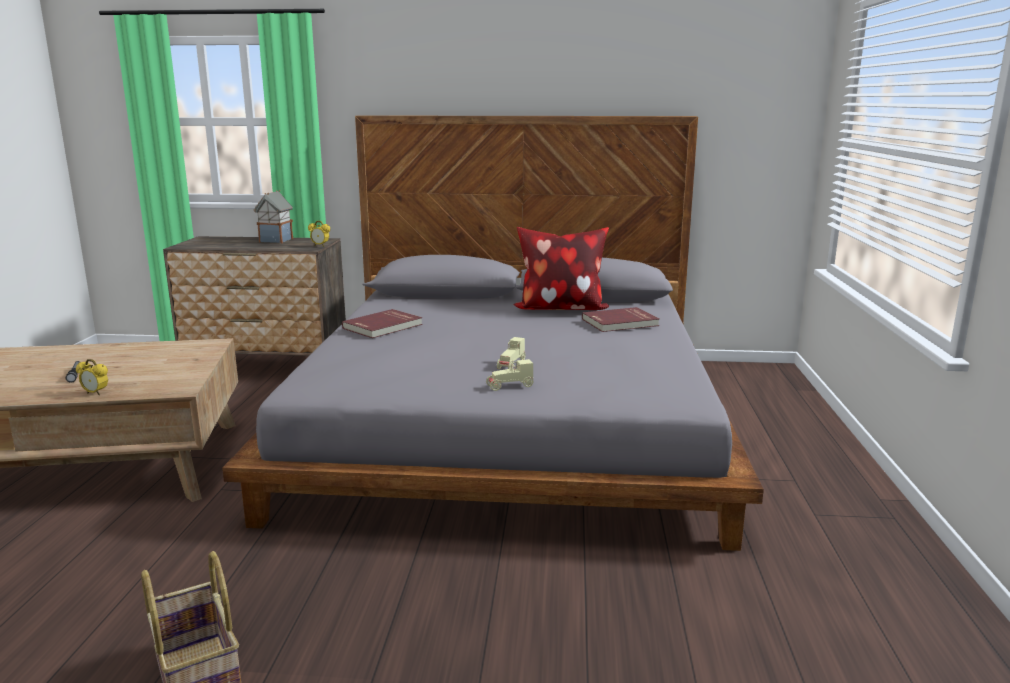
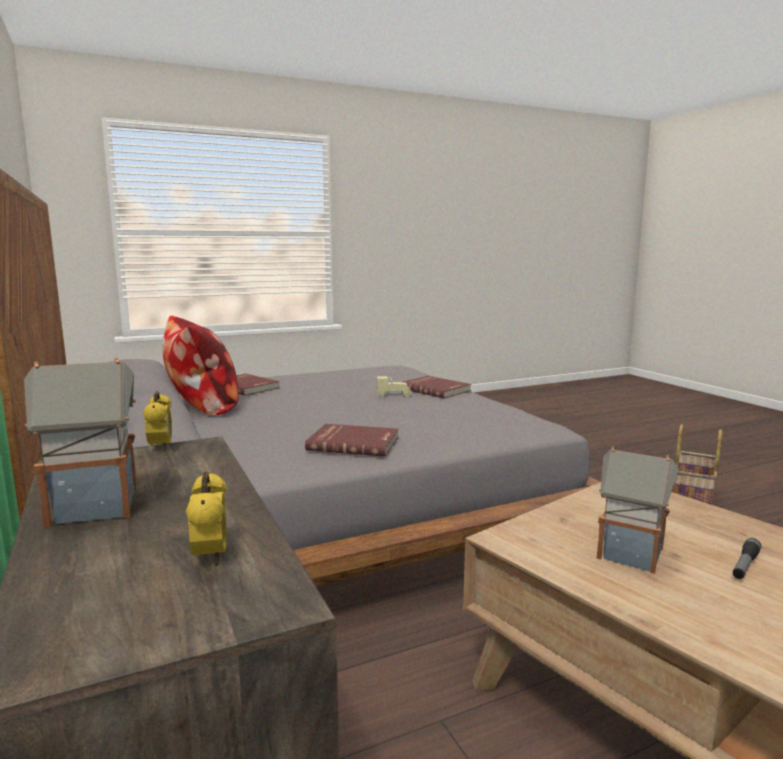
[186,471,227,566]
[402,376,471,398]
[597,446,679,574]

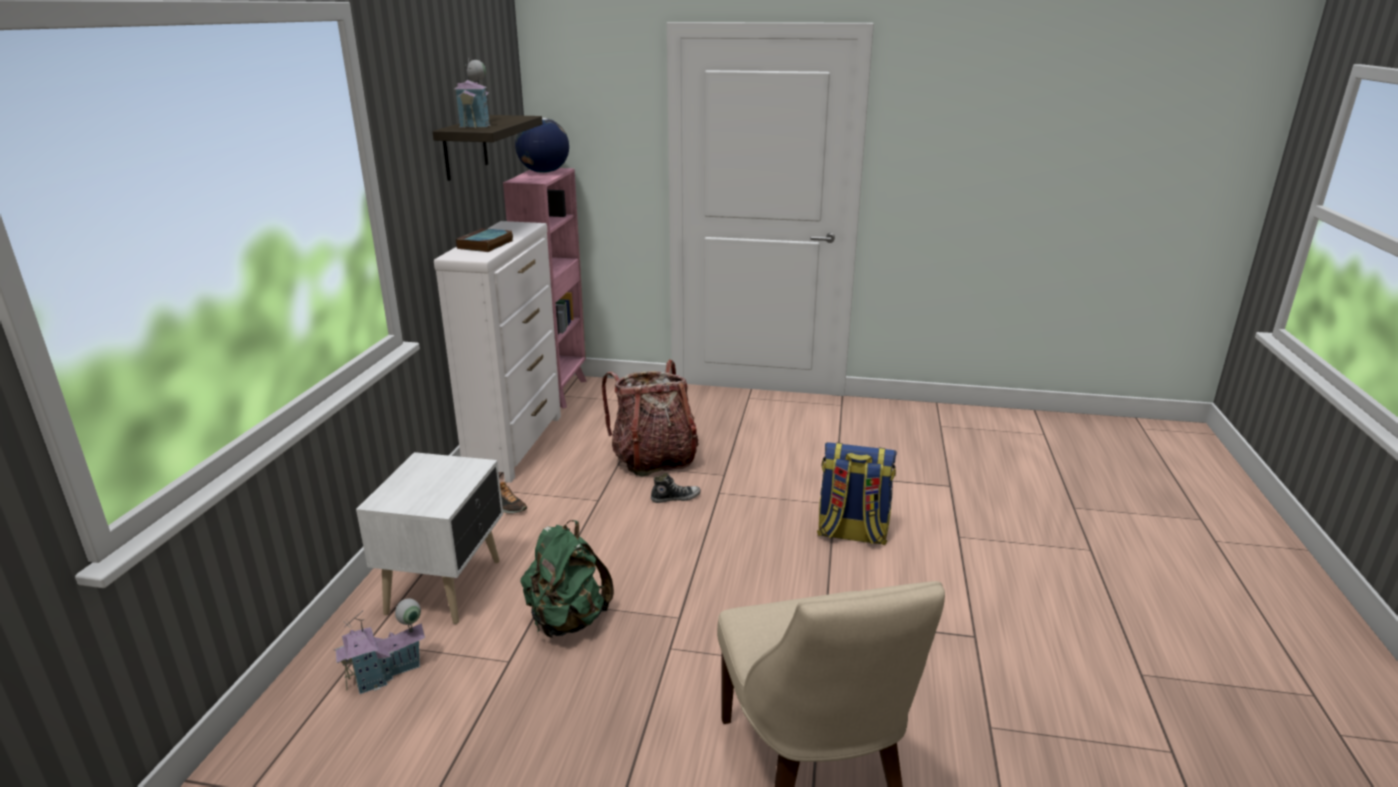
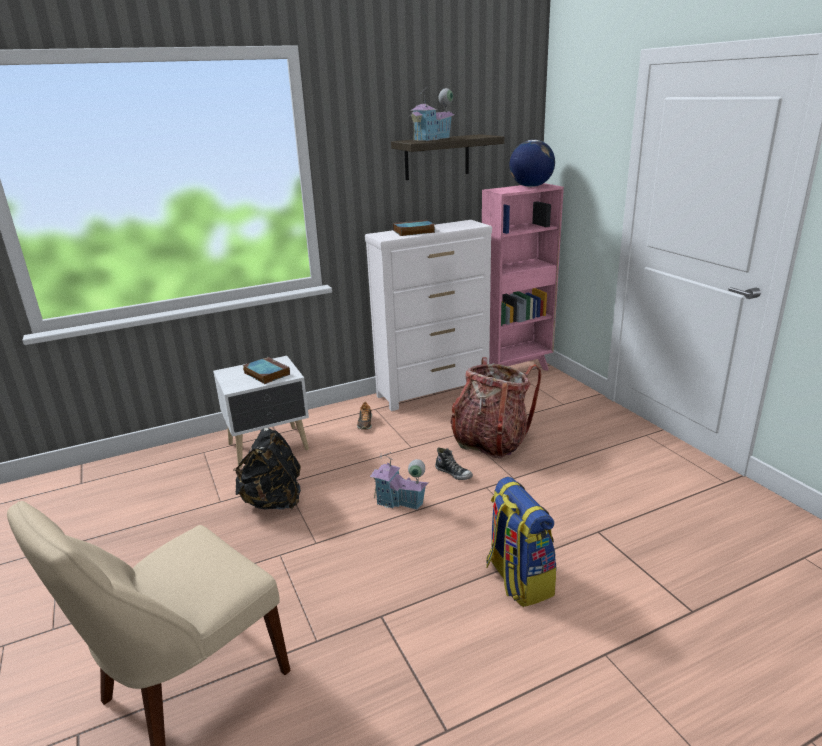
[370,452,429,510]
[233,428,301,510]
[243,357,290,384]

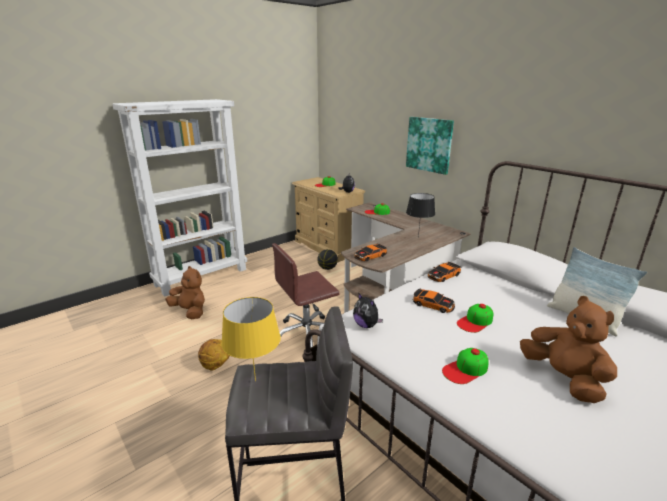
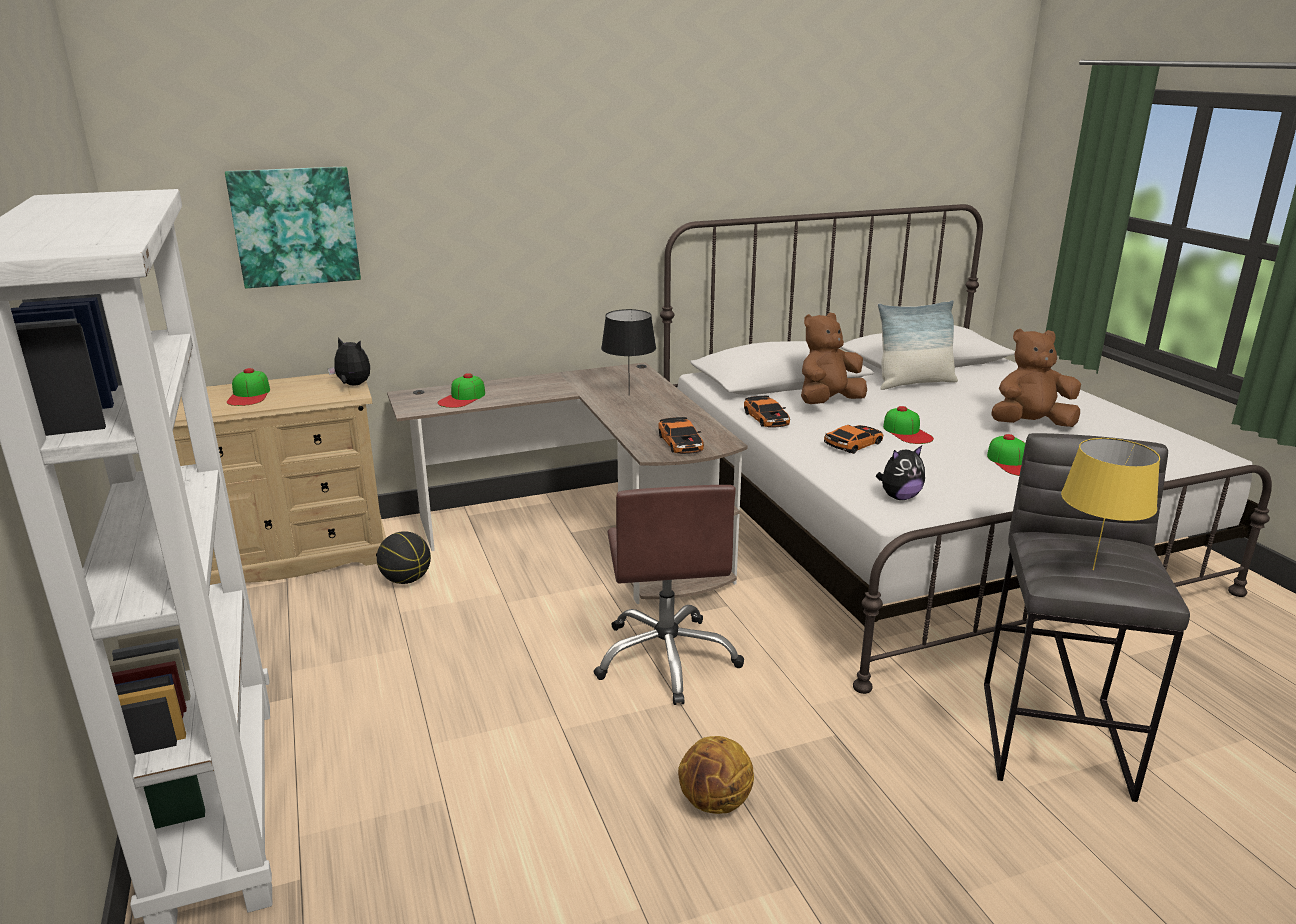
[801,312,867,404]
[225,166,361,289]

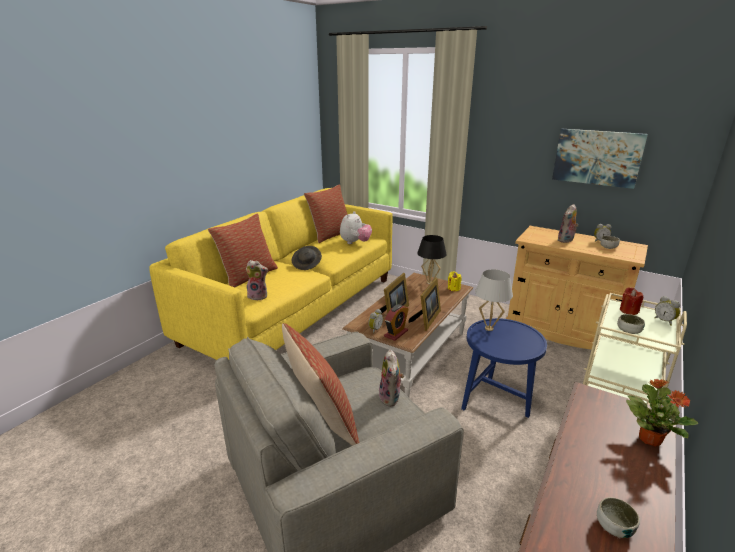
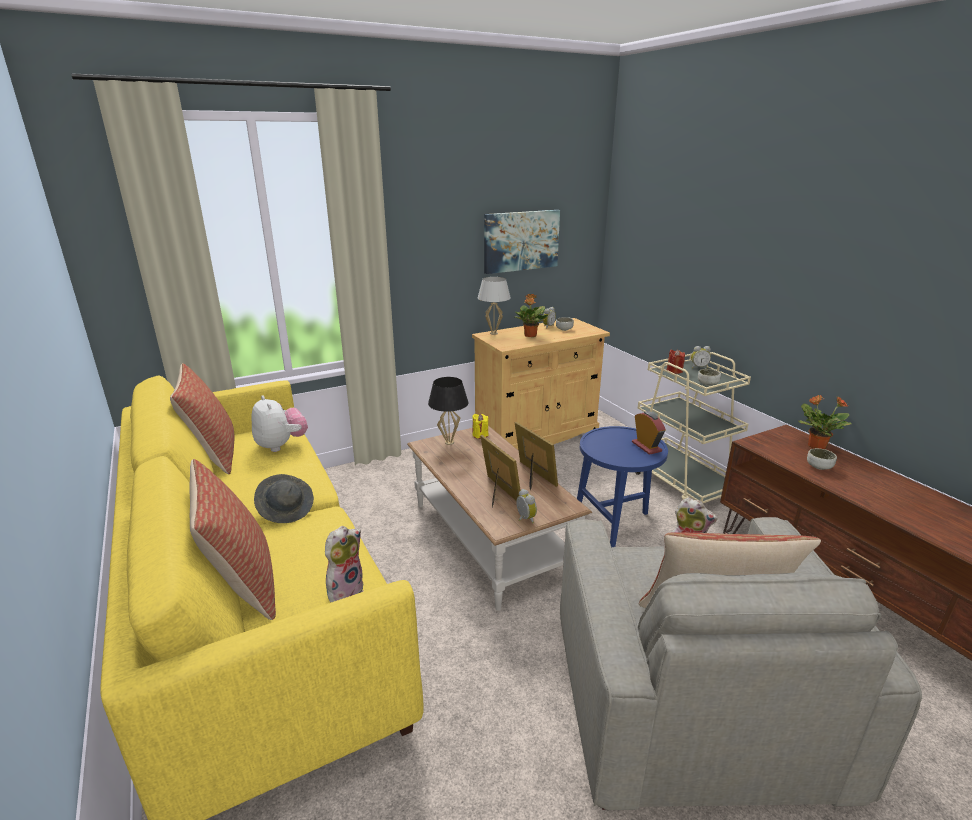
[632,411,666,455]
[478,277,511,335]
[514,294,548,337]
[807,448,837,470]

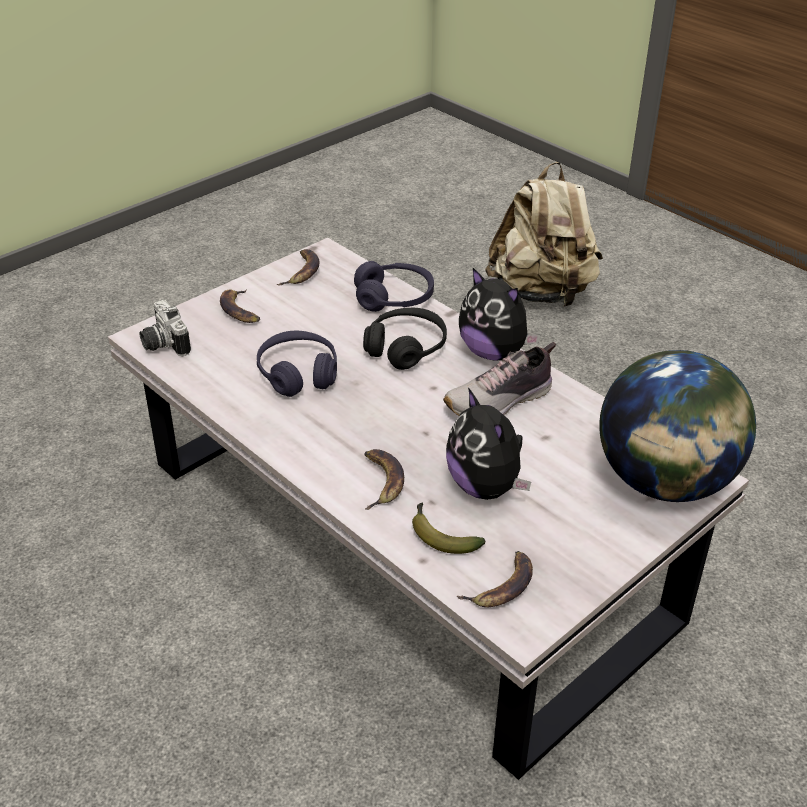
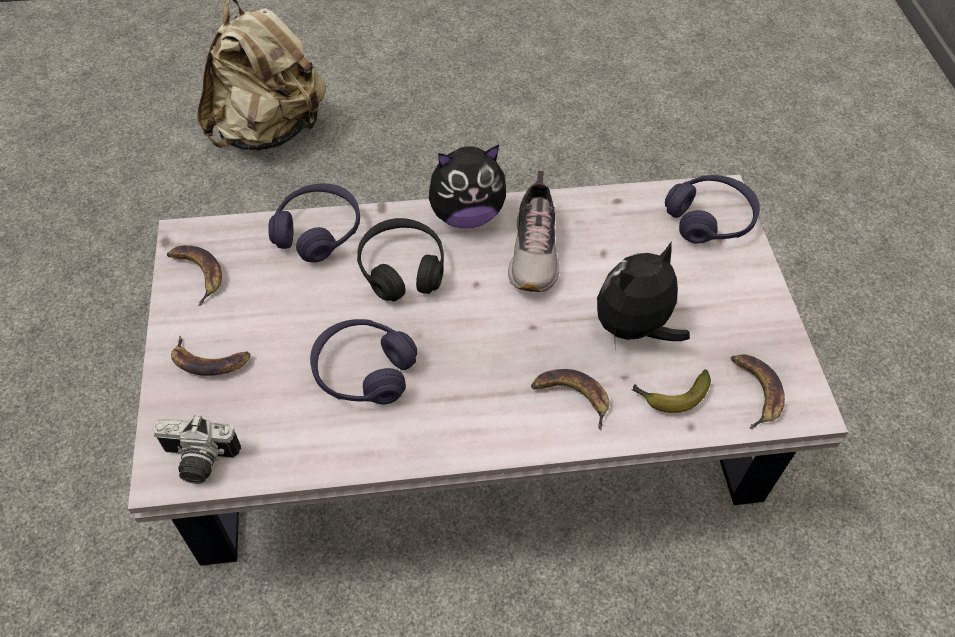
[597,241,690,341]
[665,175,760,244]

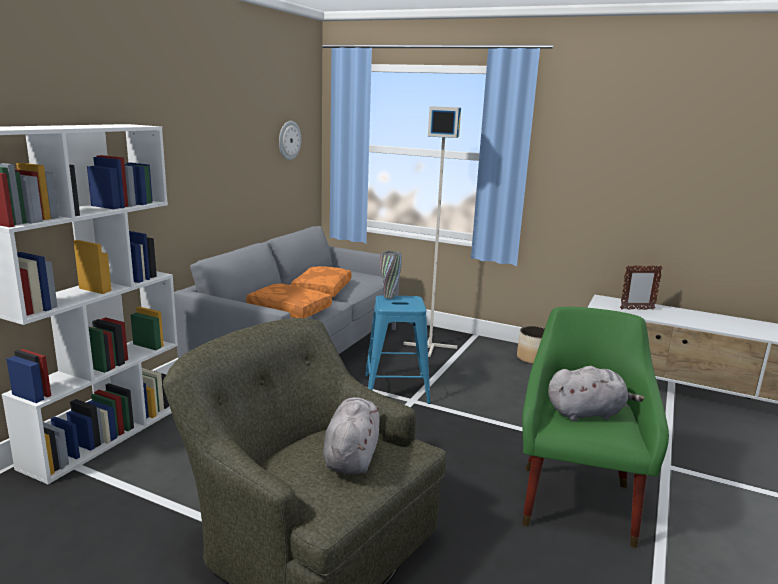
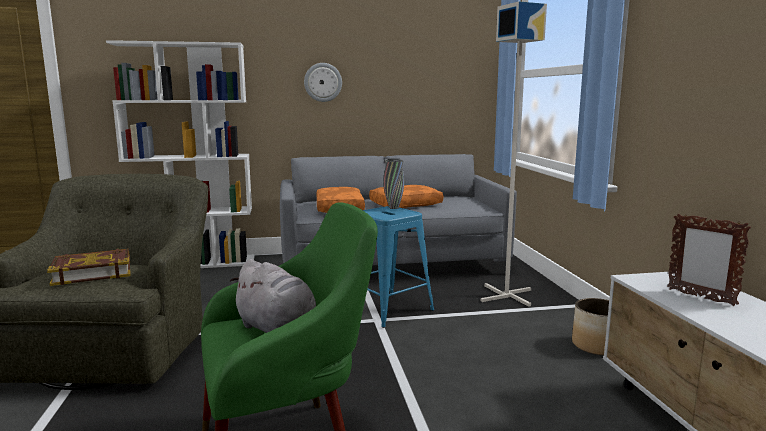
[304,63,342,102]
[47,249,130,286]

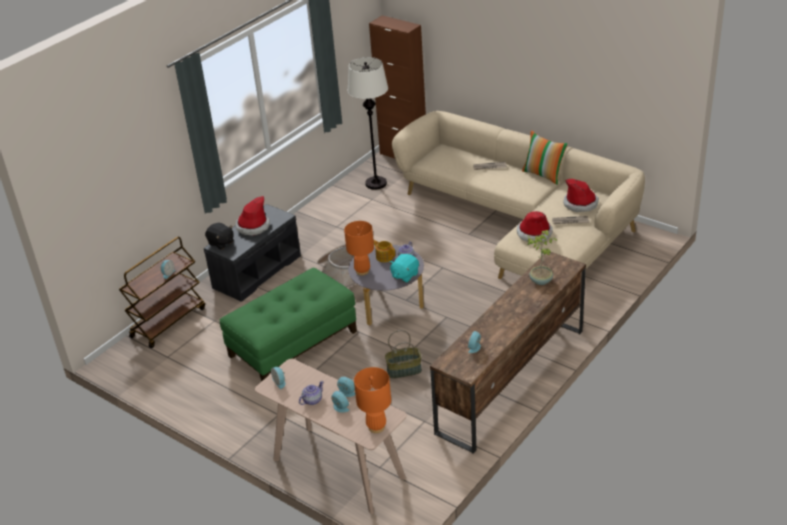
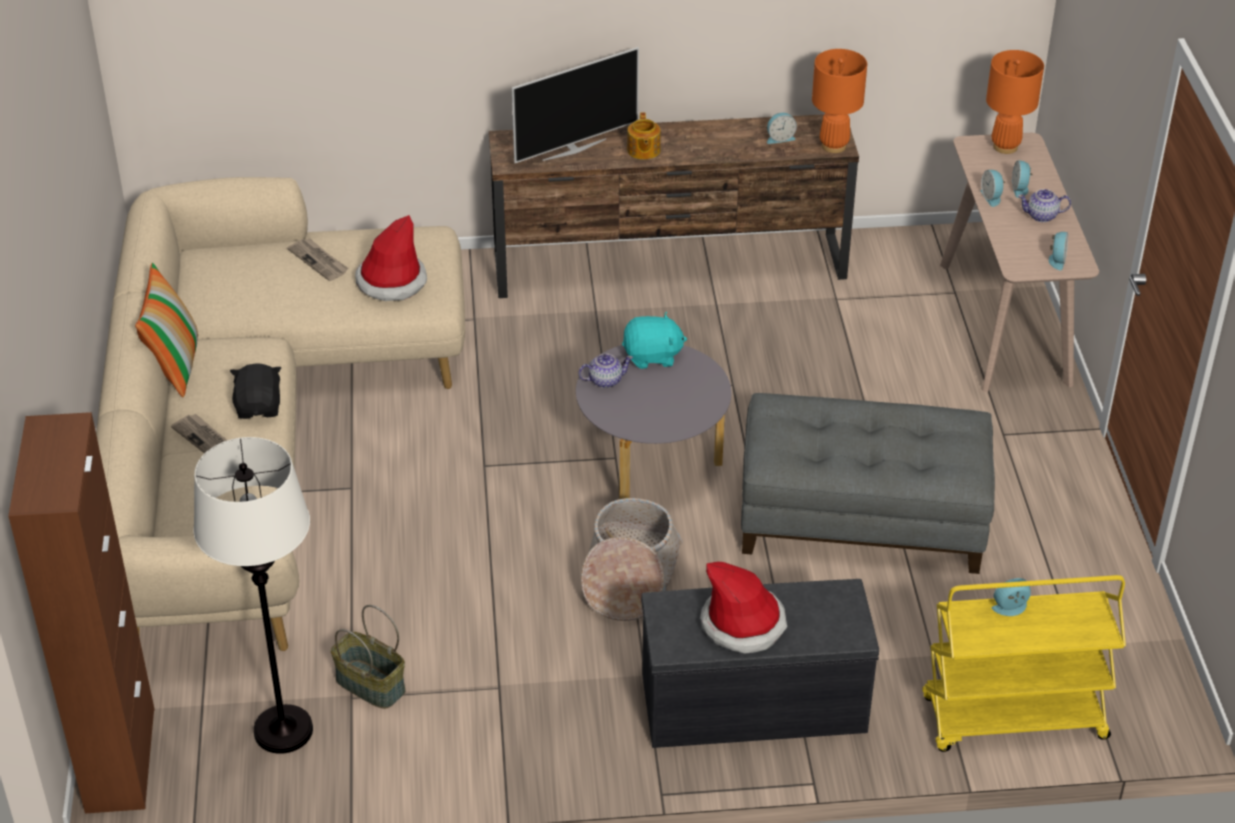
[922,575,1126,752]
[230,363,281,419]
[741,393,995,574]
[812,49,867,153]
[627,112,661,160]
[331,605,406,709]
[512,47,639,163]
[563,179,599,212] (first image)

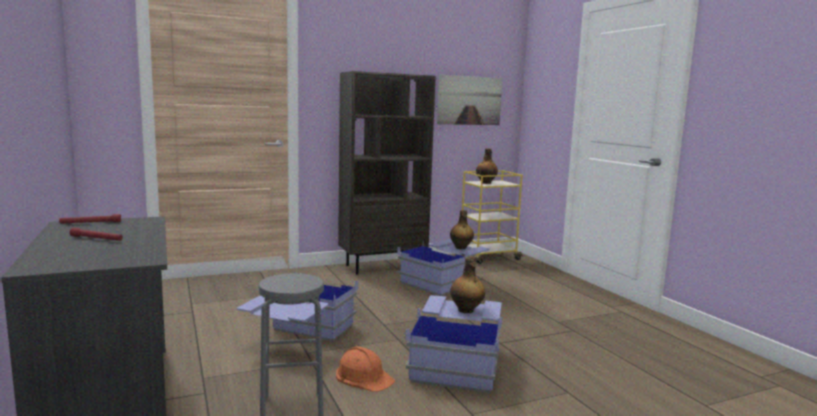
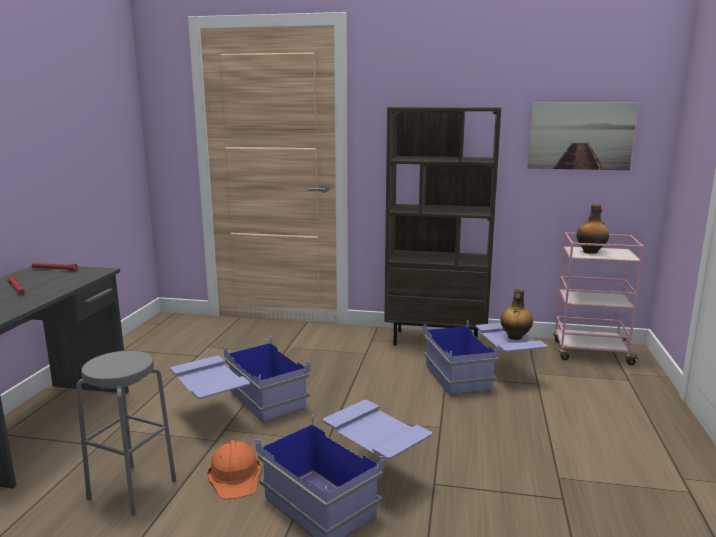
[450,256,485,313] (first image)
[553,233,644,365]

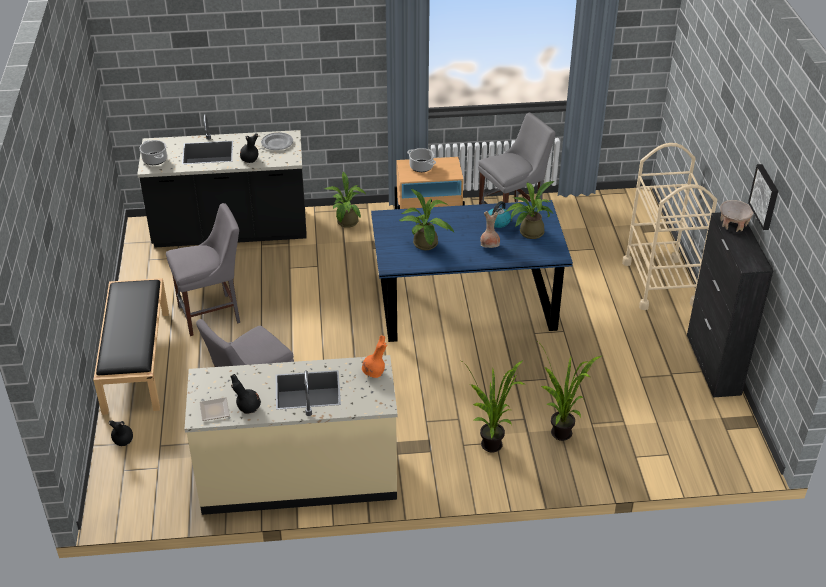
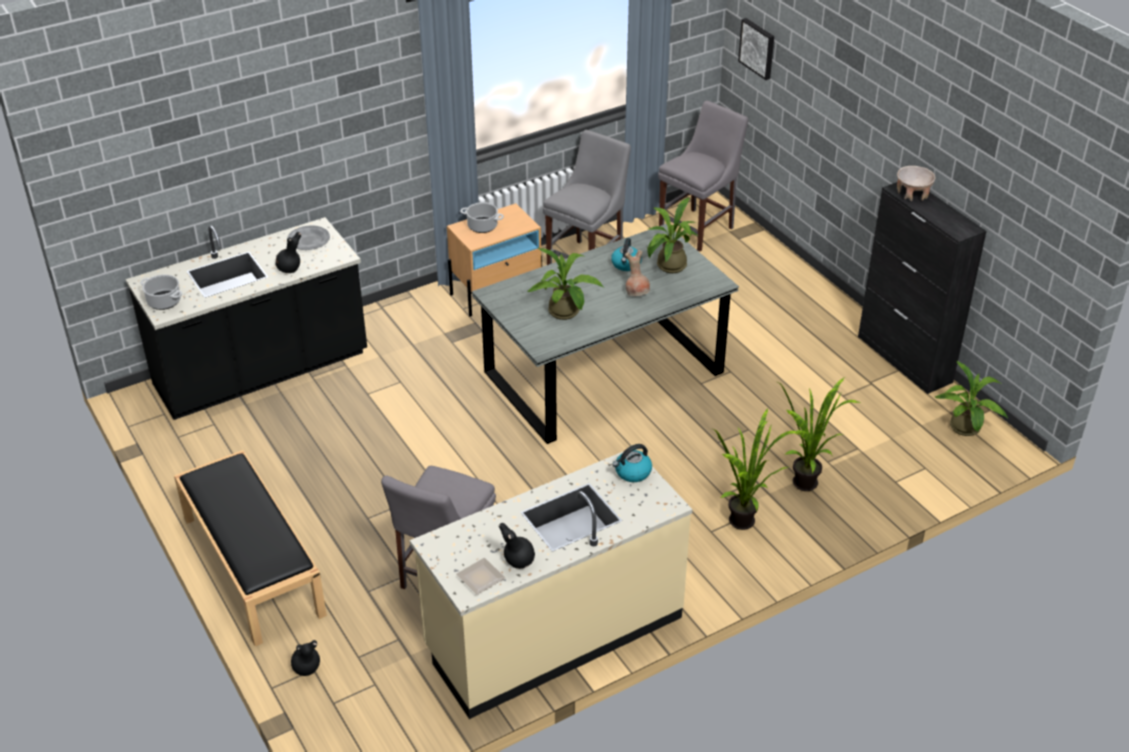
[658,101,748,252]
[935,361,1008,436]
[613,444,652,482]
[472,224,739,444]
[622,143,717,310] (first image)
[738,18,774,80]

